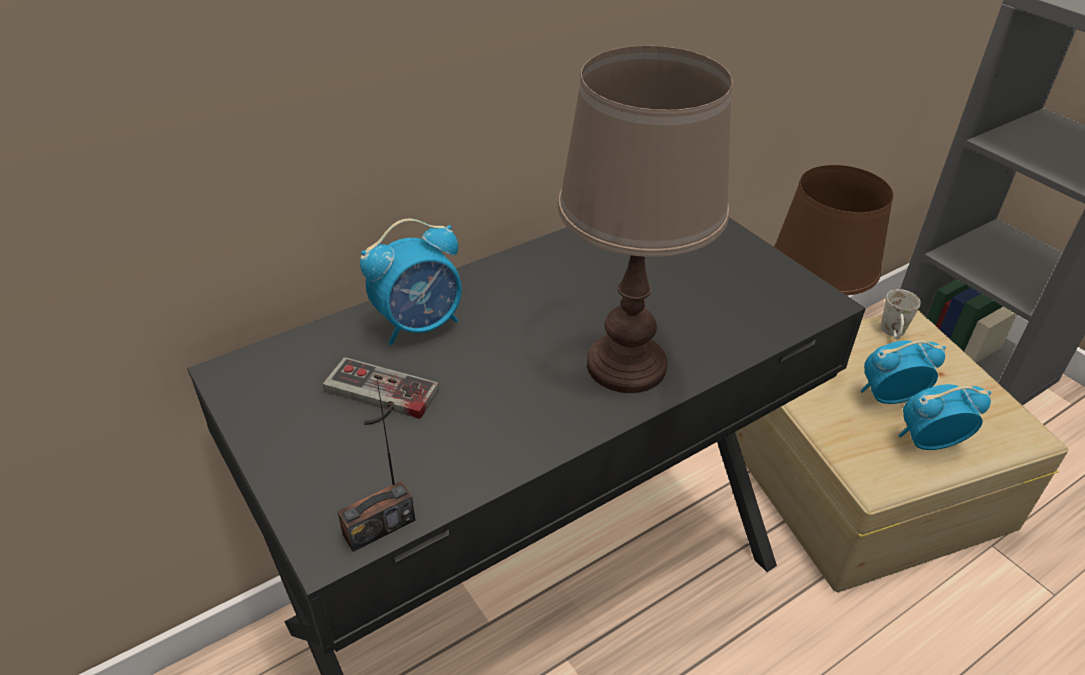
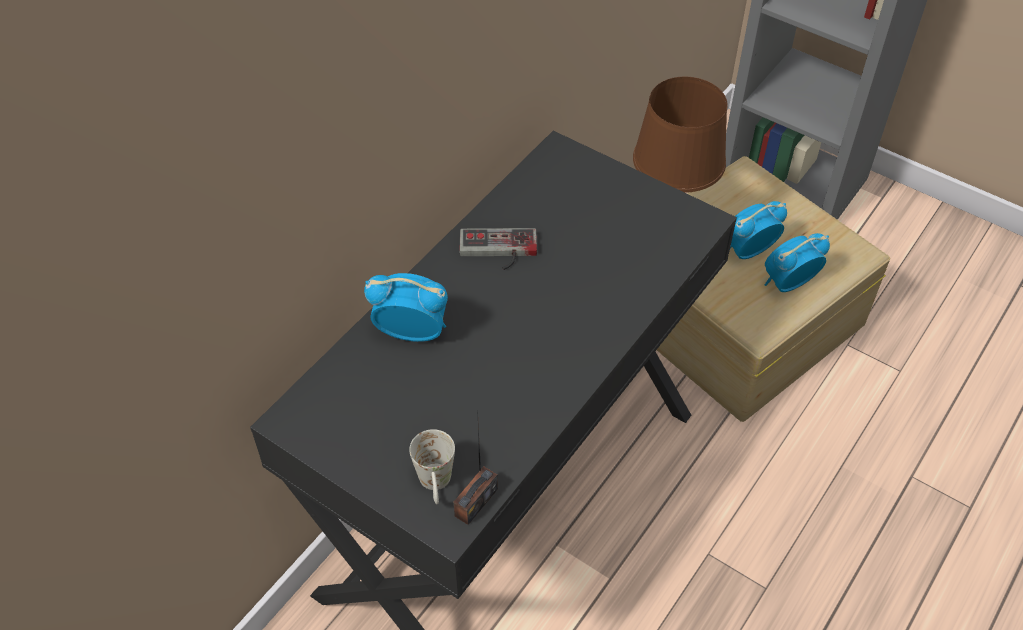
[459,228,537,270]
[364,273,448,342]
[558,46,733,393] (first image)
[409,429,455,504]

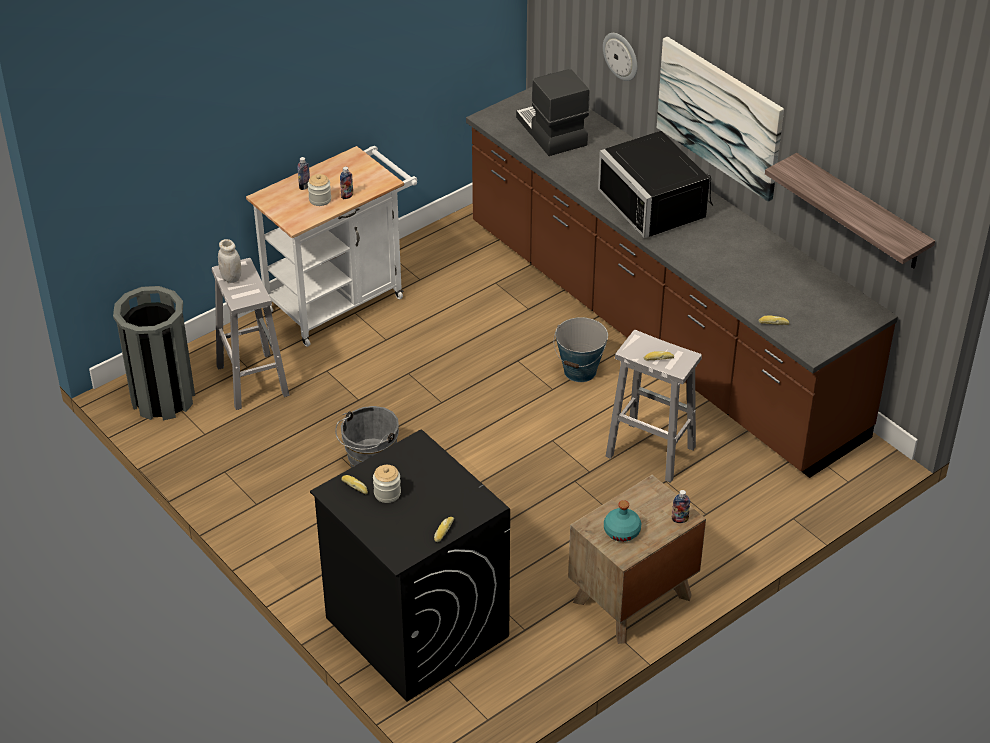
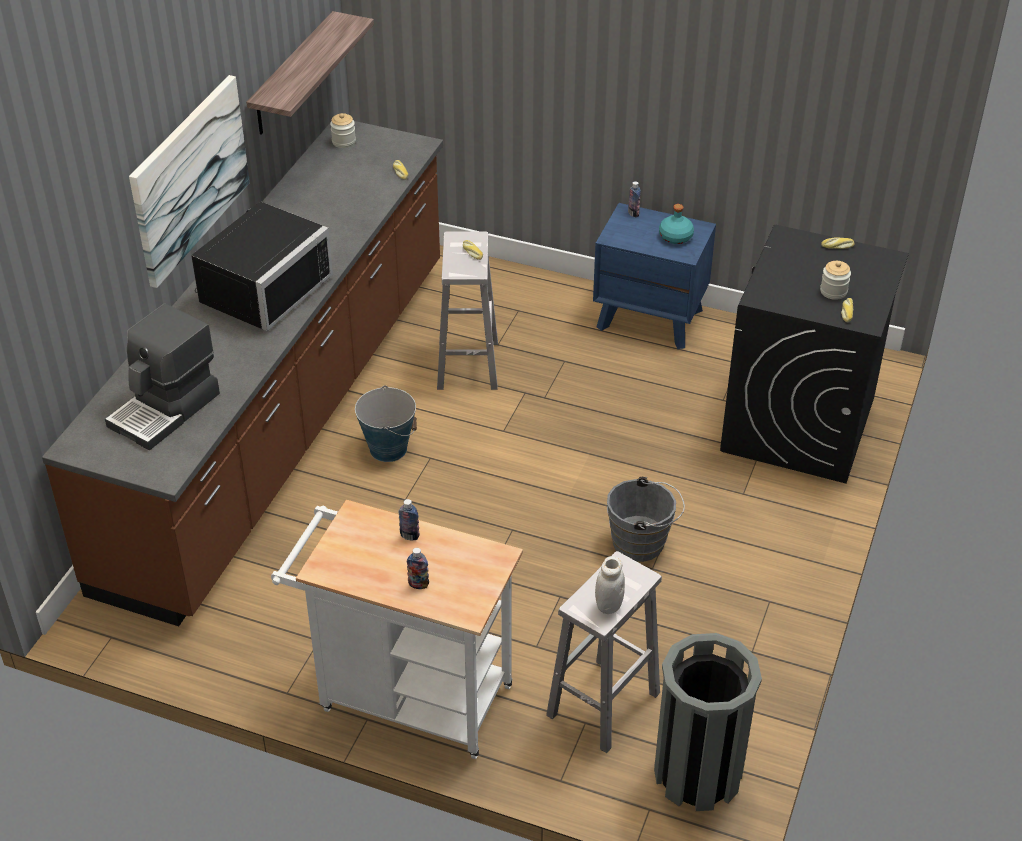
[330,113,356,148]
[593,203,716,349]
[603,33,637,81] (first image)

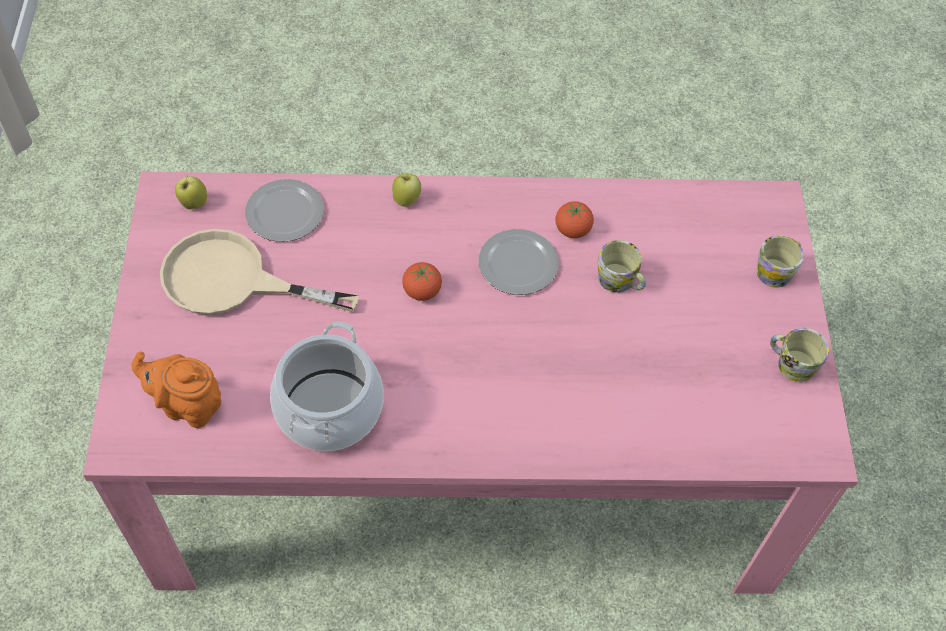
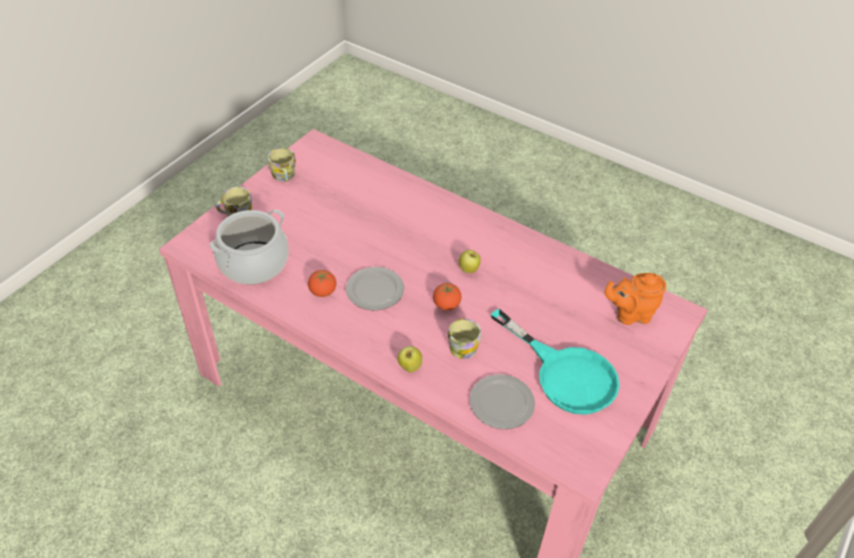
[604,273,666,325]
[491,309,620,415]
[459,250,481,273]
[209,209,289,285]
[448,319,481,359]

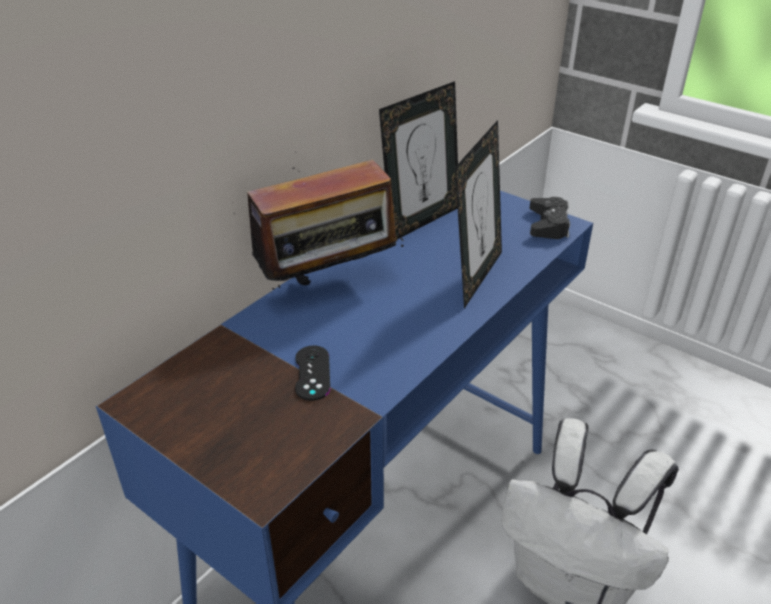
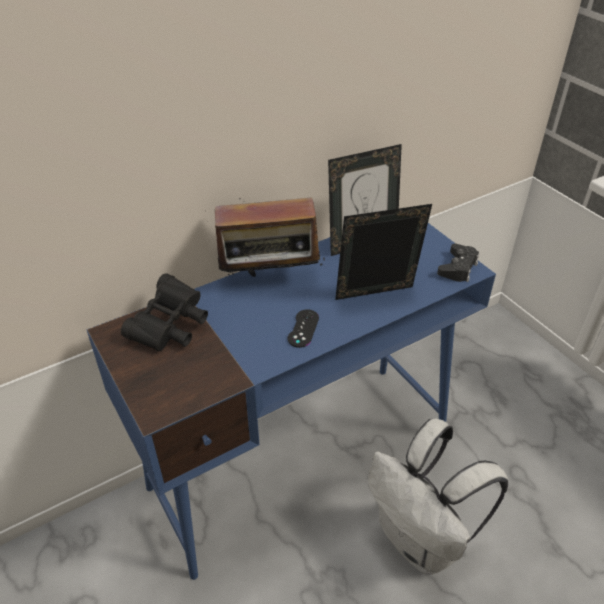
[288,309,319,348]
[335,204,432,300]
[121,273,208,351]

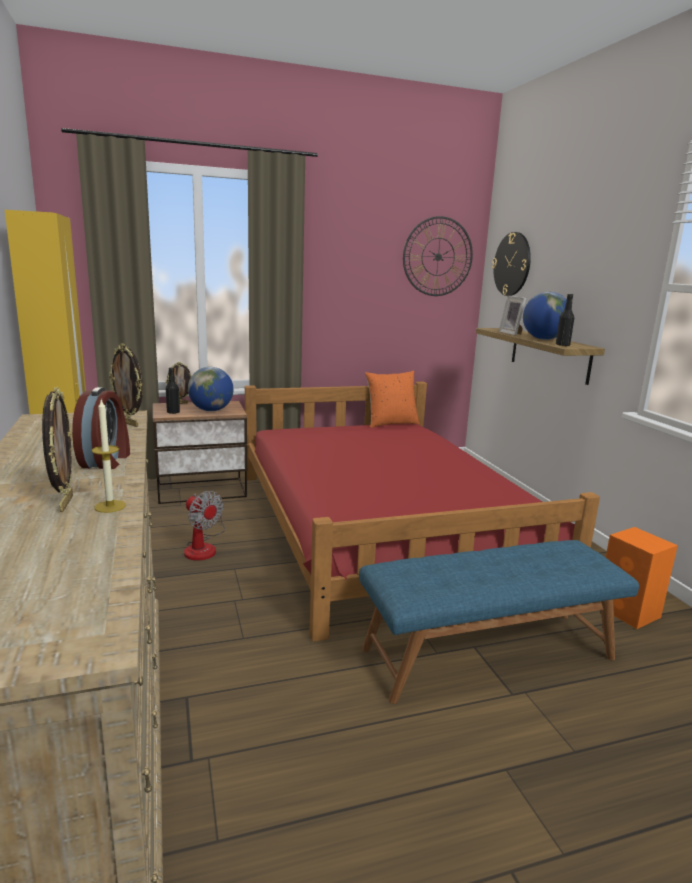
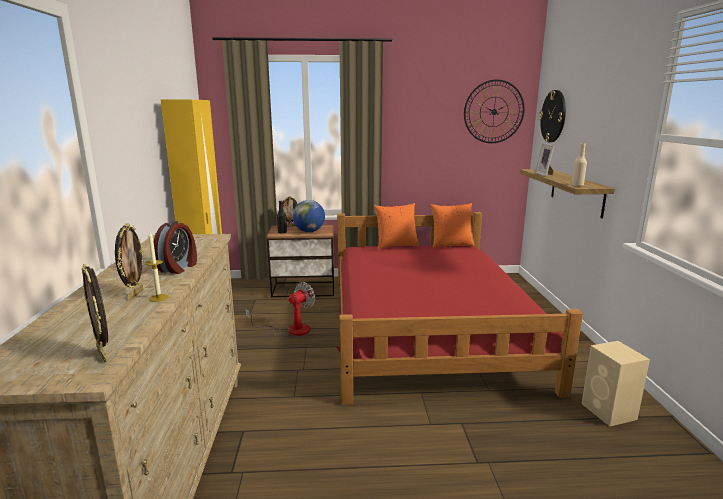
[82,264,108,363]
[245,282,315,336]
[359,540,639,704] (first image)
[523,292,567,340] (first image)
[571,143,587,186]
[581,341,650,426]
[374,203,419,249]

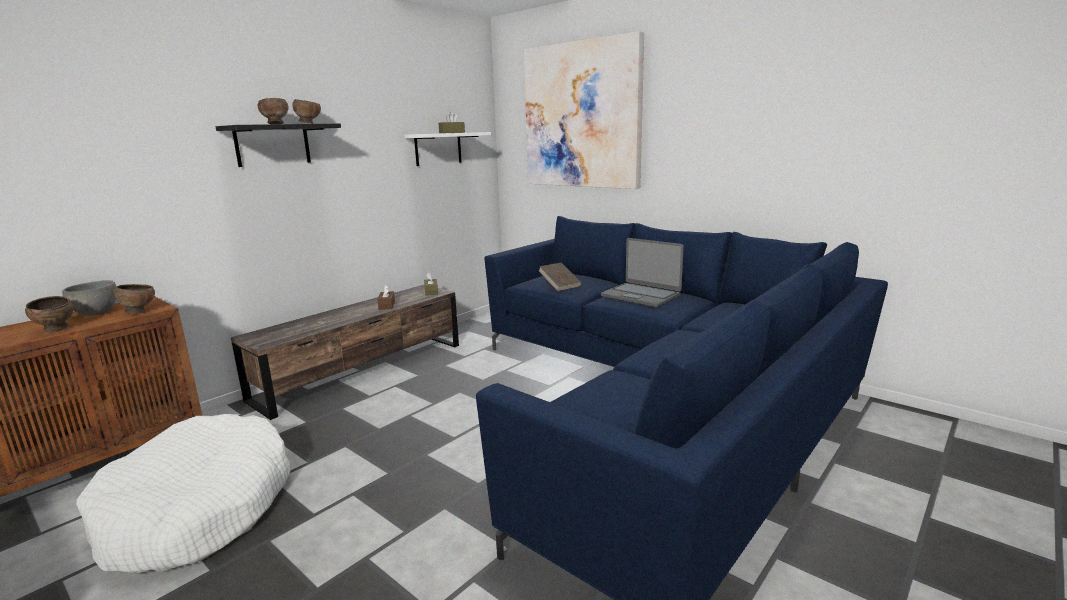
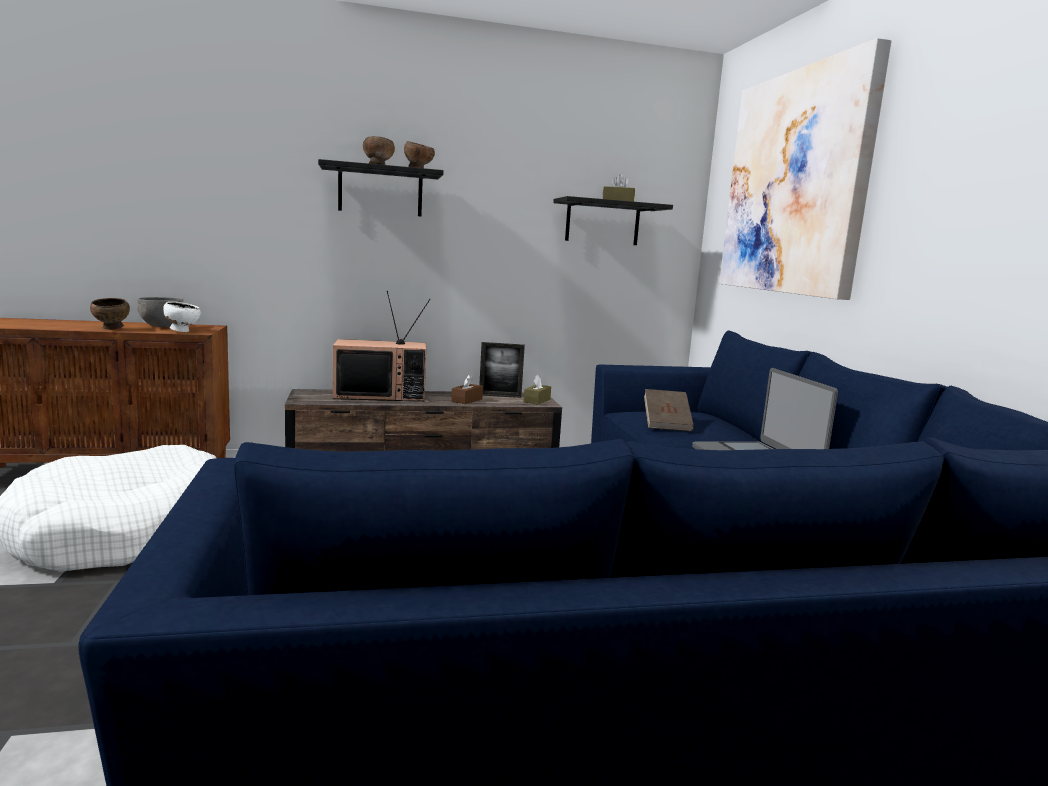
[163,301,201,332]
[553,196,673,245]
[333,291,431,402]
[479,342,525,398]

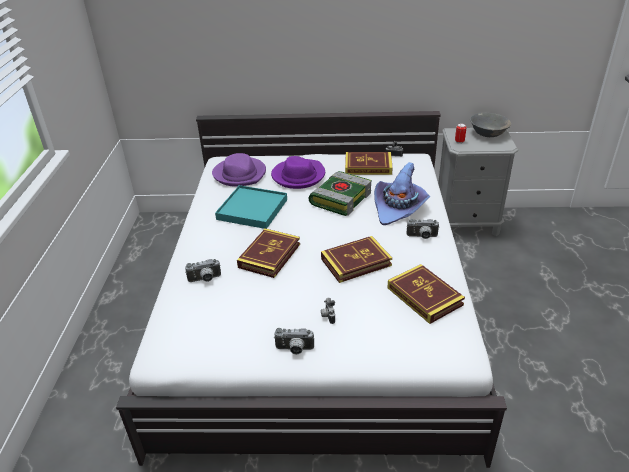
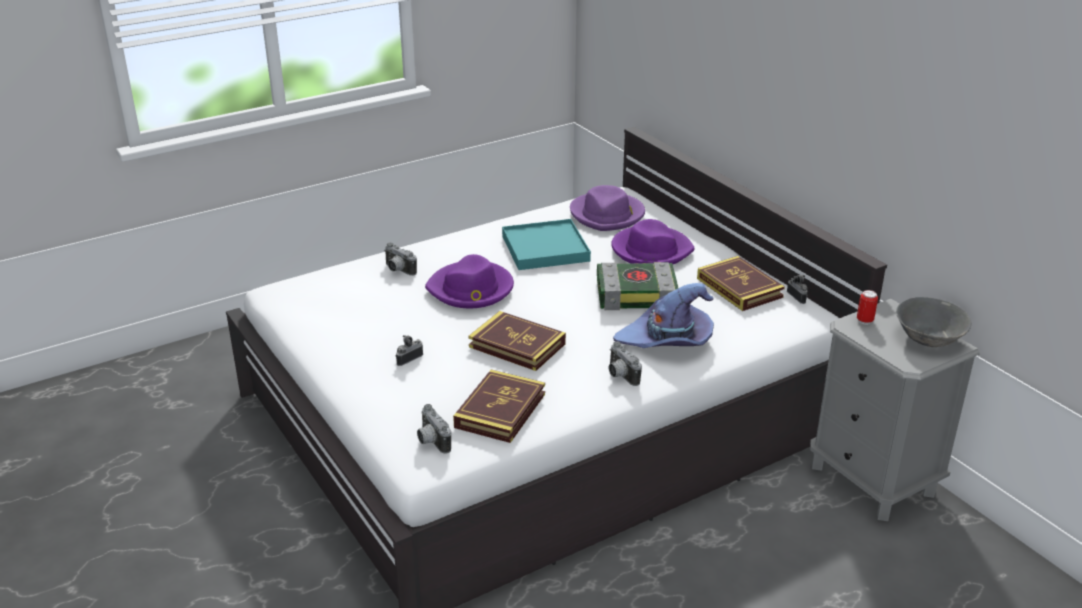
[425,254,514,308]
[417,404,451,454]

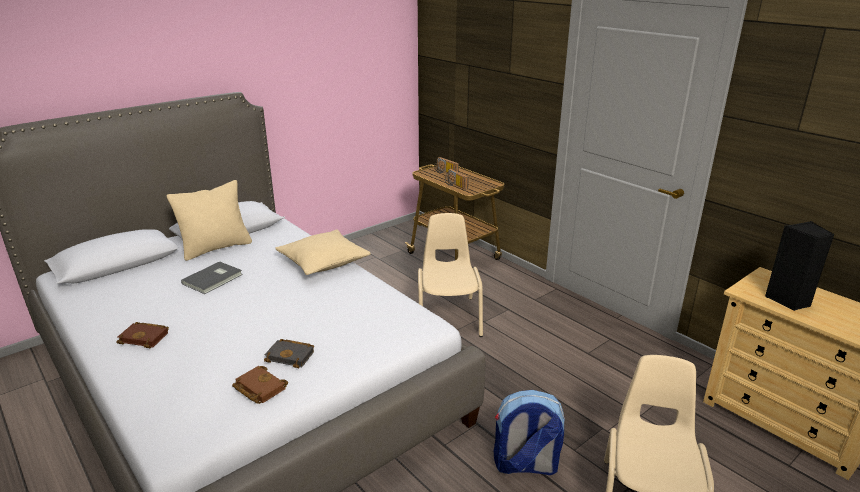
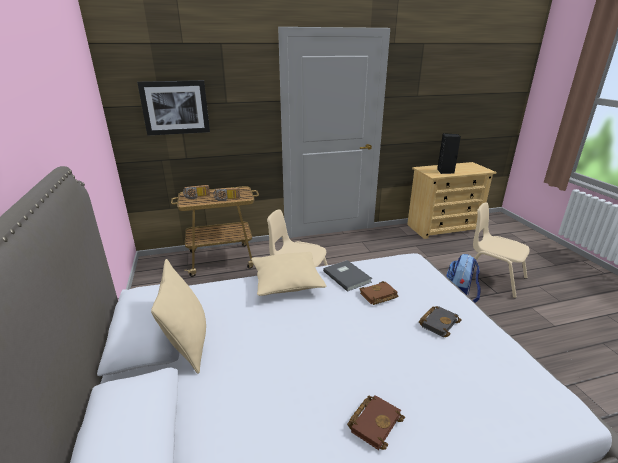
[323,260,372,292]
[360,281,399,305]
[137,80,210,136]

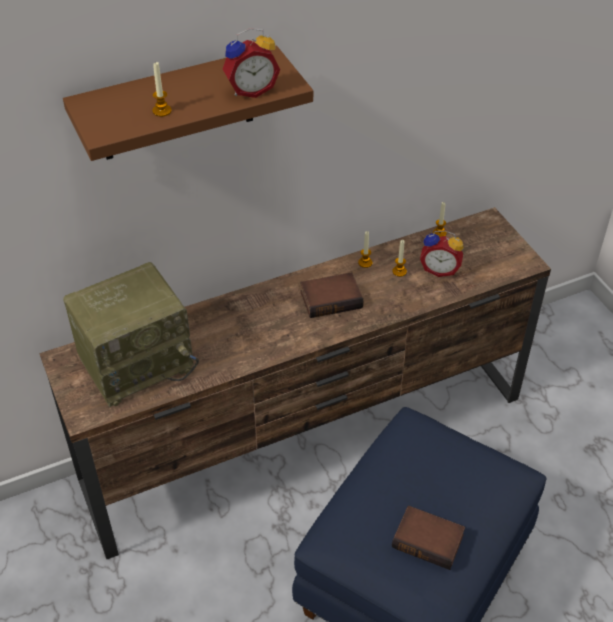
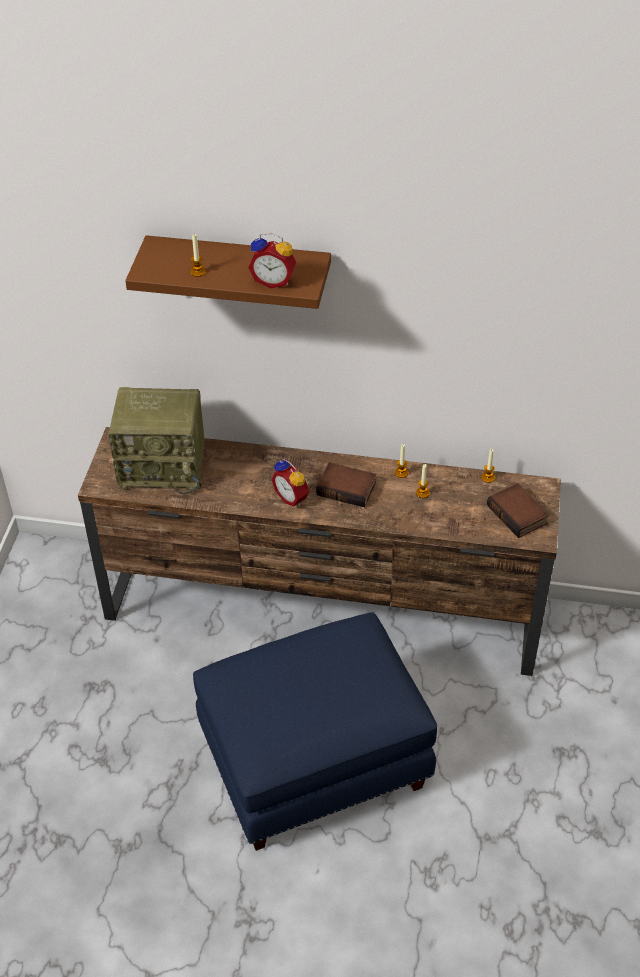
[487,483,549,538]
[271,459,309,506]

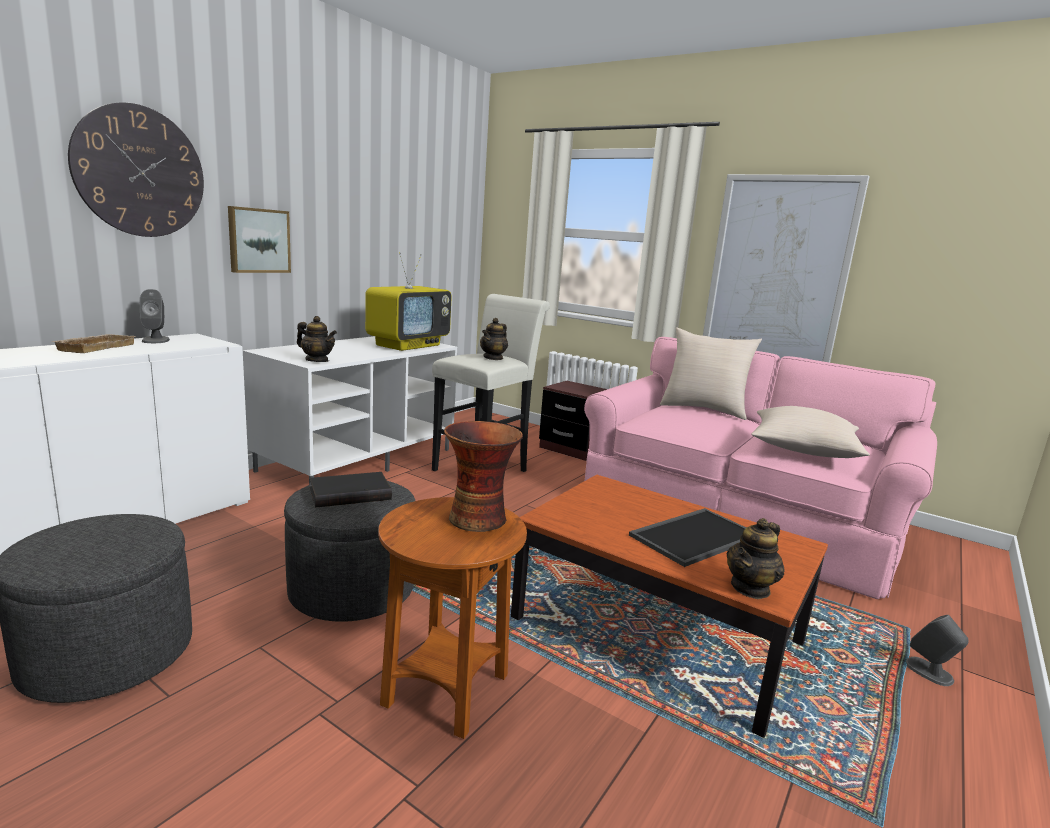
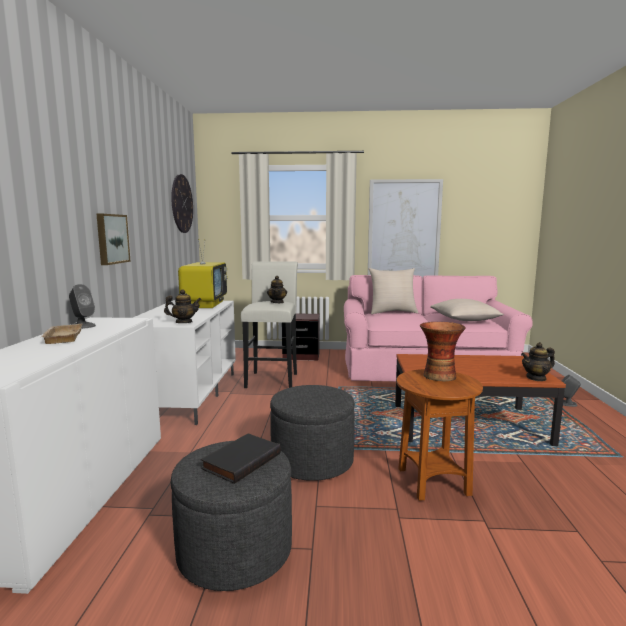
[171,174,193,233]
[201,433,281,484]
[629,508,746,567] (first image)
[521,342,555,381]

